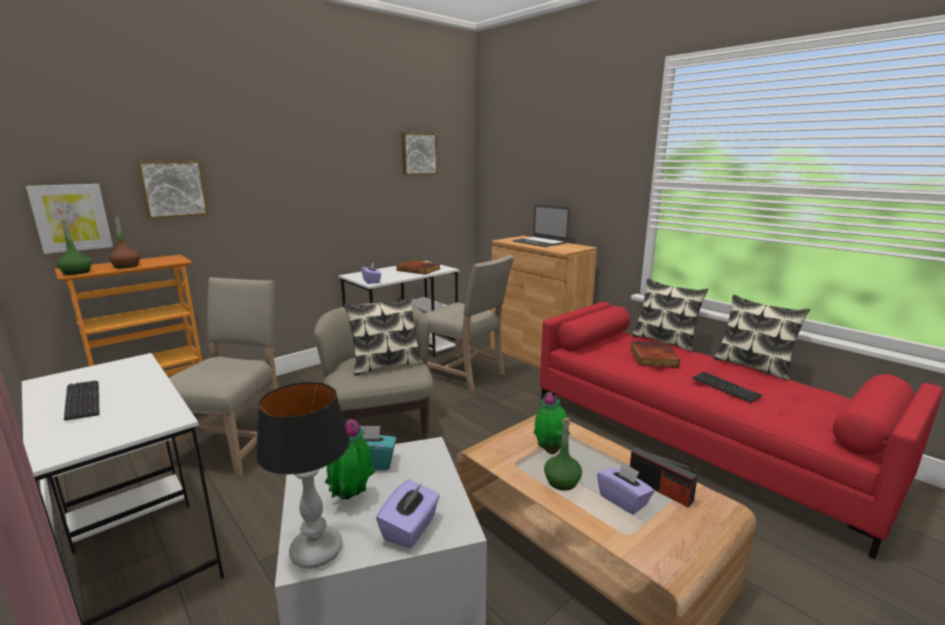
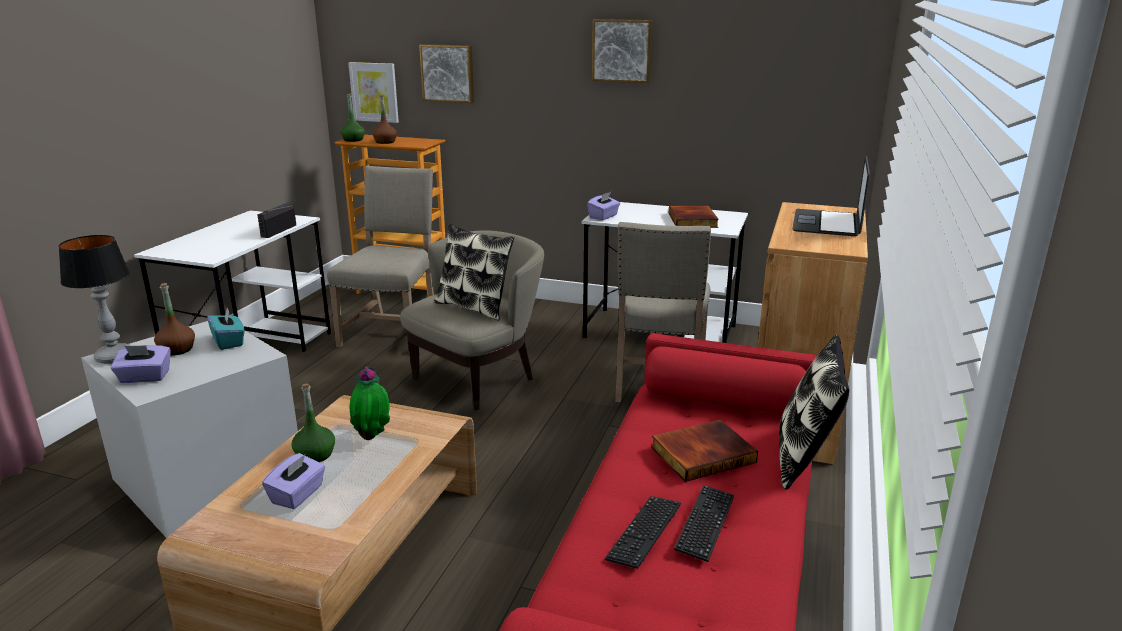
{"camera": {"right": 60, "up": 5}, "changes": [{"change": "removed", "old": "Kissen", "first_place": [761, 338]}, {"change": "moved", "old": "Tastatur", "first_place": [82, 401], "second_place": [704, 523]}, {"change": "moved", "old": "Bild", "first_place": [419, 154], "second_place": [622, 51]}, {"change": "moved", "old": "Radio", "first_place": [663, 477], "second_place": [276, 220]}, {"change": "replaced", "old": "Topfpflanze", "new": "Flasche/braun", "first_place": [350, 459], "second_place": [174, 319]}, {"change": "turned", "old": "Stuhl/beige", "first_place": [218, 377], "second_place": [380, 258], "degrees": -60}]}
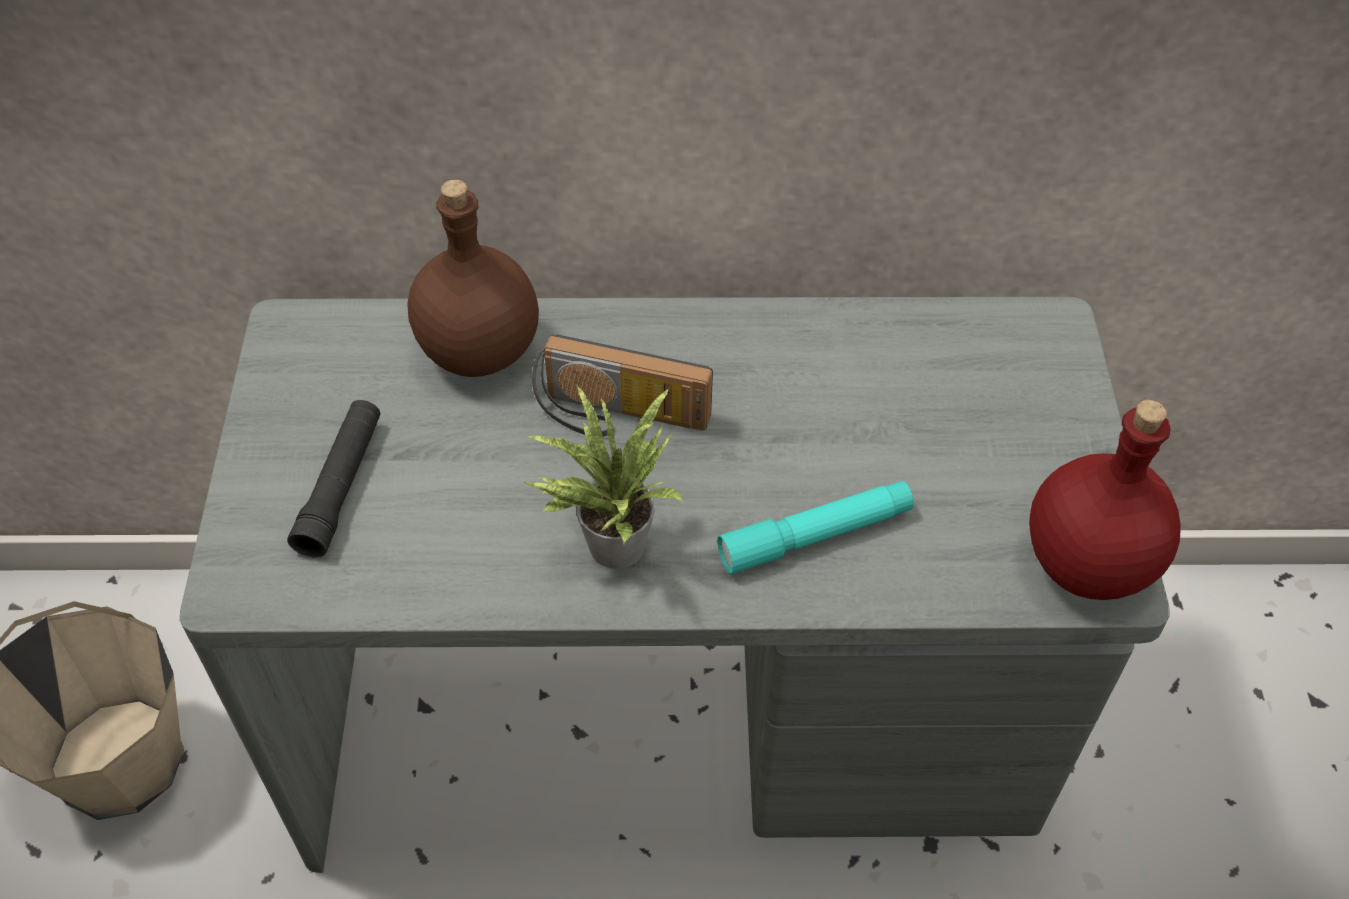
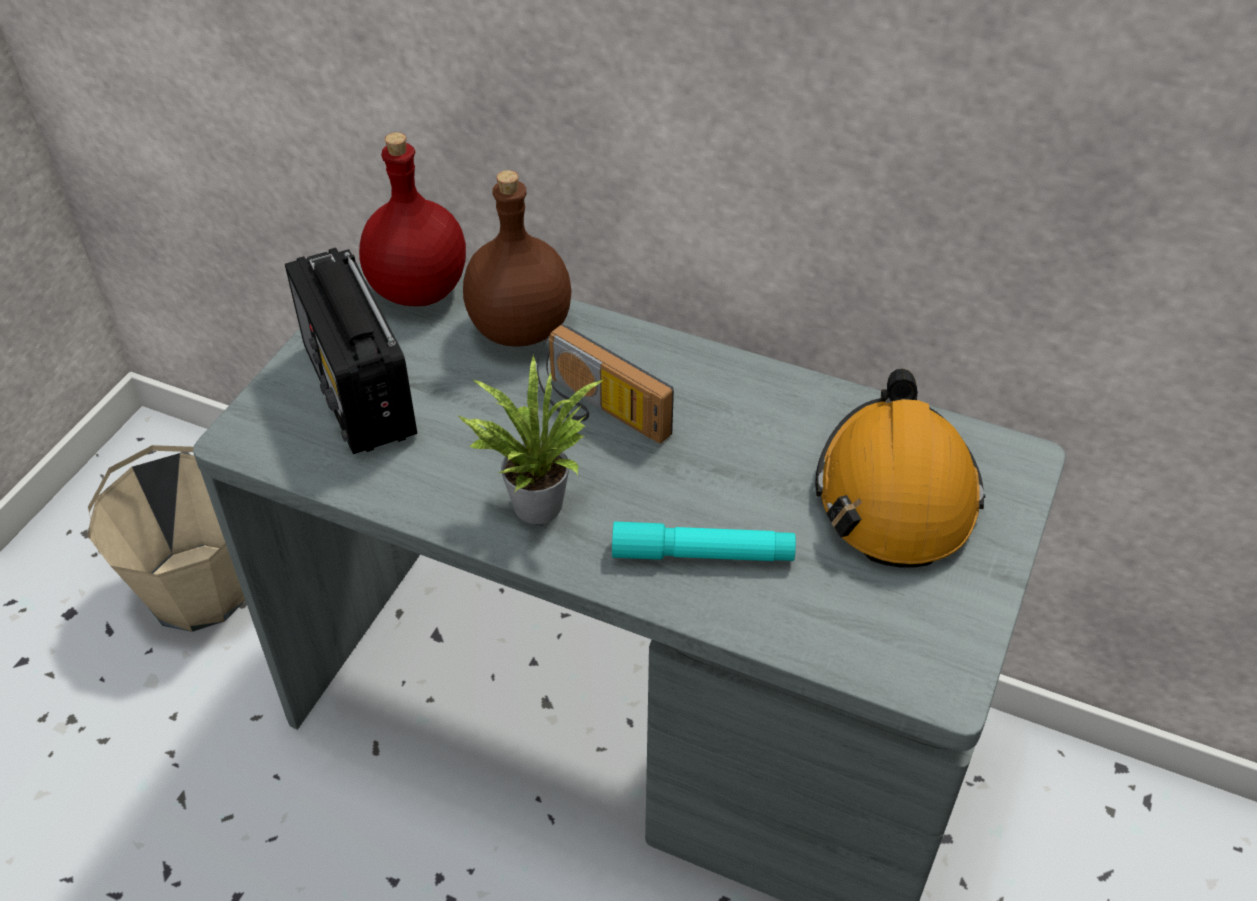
{"camera": {"right": 25, "up": -5}, "changes": [{"change": "added", "new": "Schutzhelm/orange", "second_place": [900, 467]}, {"change": "moved", "old": "Flasche/rot", "first_place": [1104, 500], "second_place": [412, 219]}, {"change": "replaced", "old": "Taschenlampe/schwarz", "new": "Radio", "first_place": [333, 479], "second_place": [351, 351]}]}
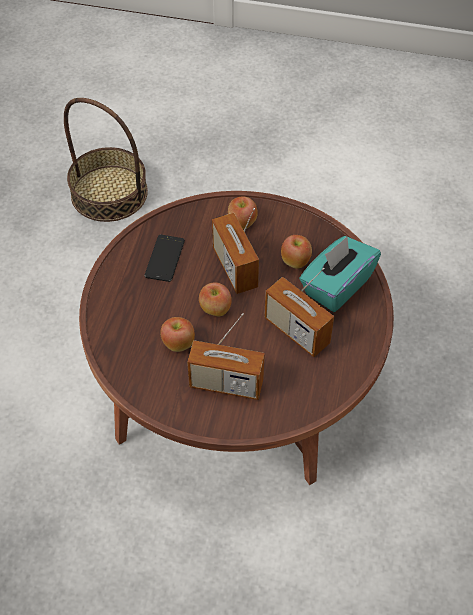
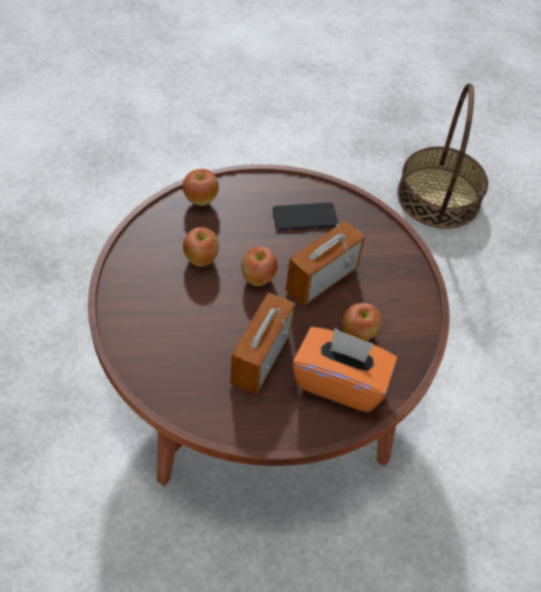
{"camera": {"right": 65, "up": 0}, "changes": [{"change": "removed", "old": "Radio", "first_place": [226, 356]}, {"change": "moved", "old": "Apfel", "first_place": [243, 212], "second_place": [201, 187]}, {"change": "recoloured", "old": "Taschentuchbox/türkis", "new": "Taschentuchbox/orange", "first_place": [340, 274], "second_place": [344, 369]}]}
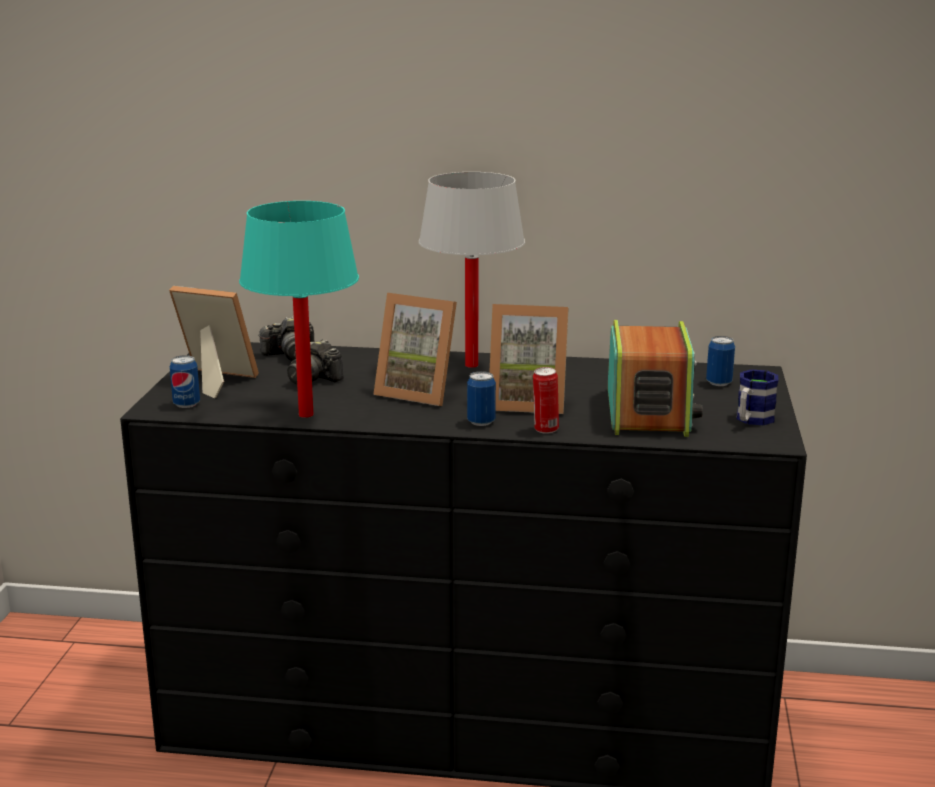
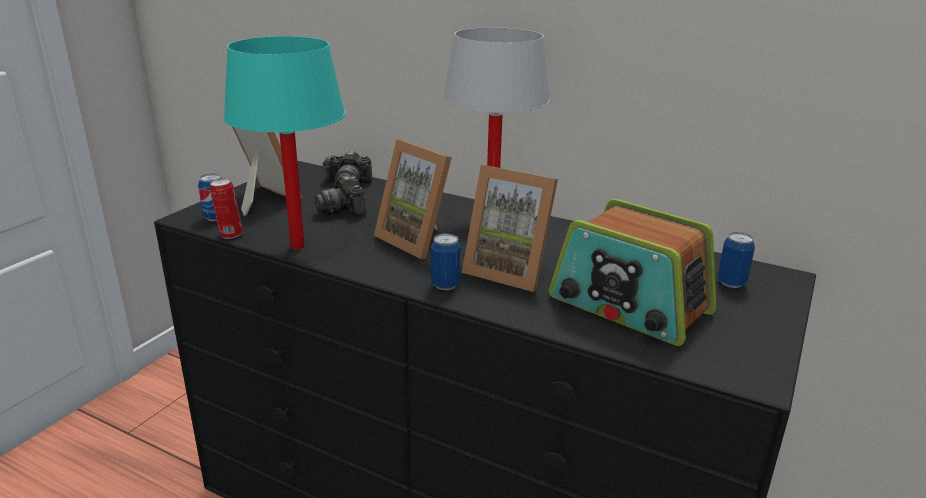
{"camera": {"right": 20, "up": 5}, "changes": [{"change": "removed", "old": "Henkelbecher", "first_place": [757, 397]}, {"change": "moved", "old": "Dose", "first_place": [546, 400], "second_place": [226, 208]}, {"change": "turned", "old": "Radio", "first_place": [655, 378], "second_place": [632, 272], "degrees": 105}]}
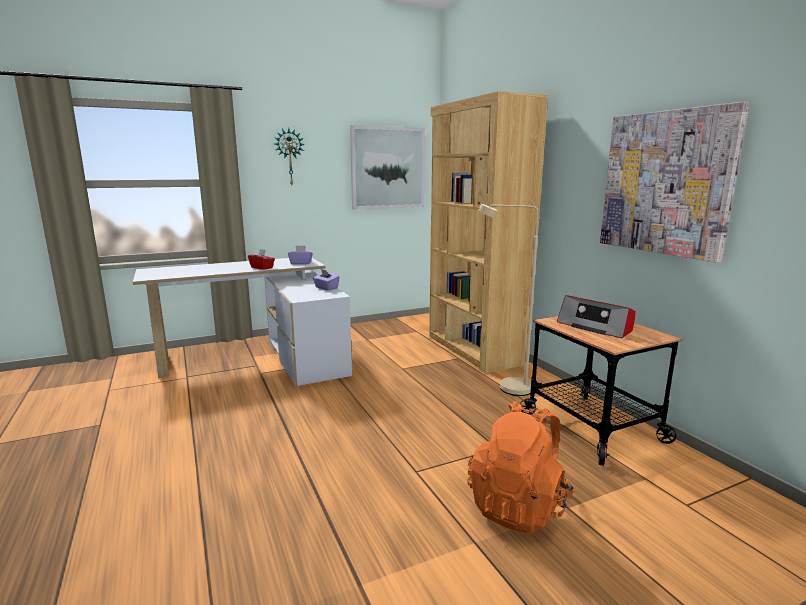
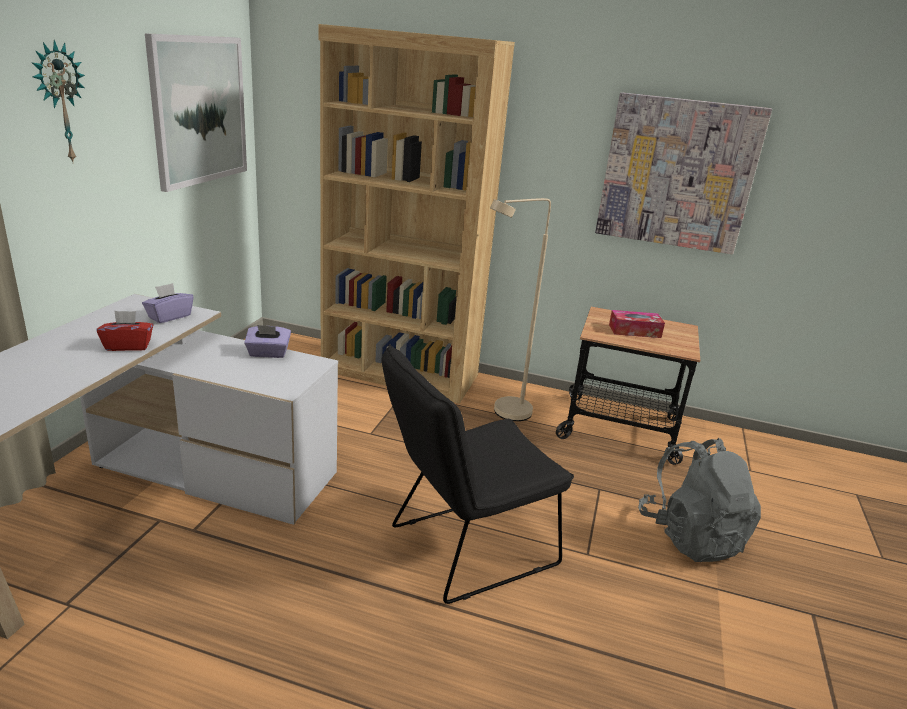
{"camera": {"right": -50, "up": 10}, "changes": [{"change": "added", "new": "Stuhl/schwarz", "second_place": [478, 474]}, {"change": "replaced", "old": "Radio", "new": "Taschentuchbox", "first_place": [596, 316], "second_place": [637, 324]}, {"change": "recoloured", "old": "Rucksack/orange", "new": "Rucksack/grau", "first_place": [521, 467], "second_place": [699, 500]}]}
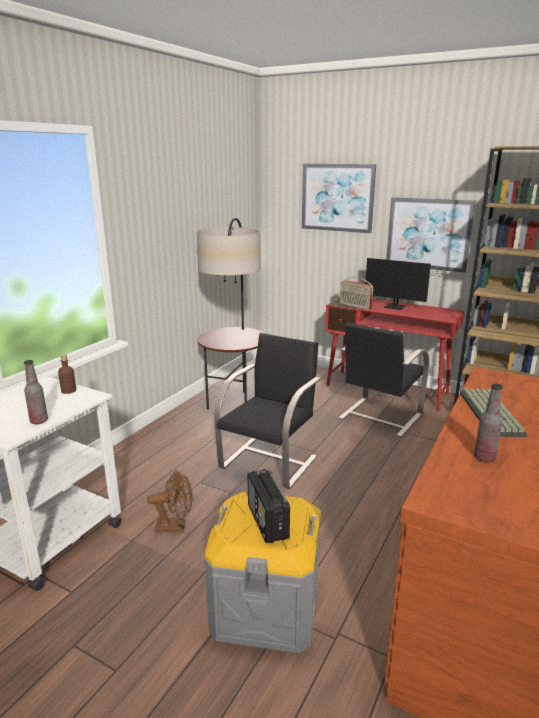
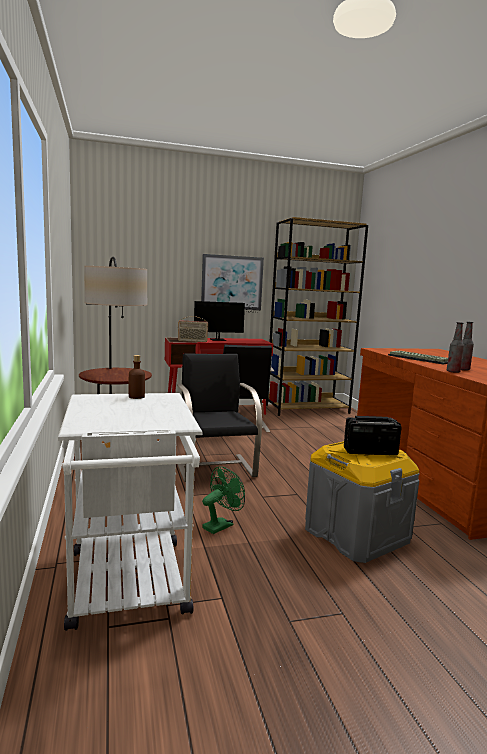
{"camera": {"right": -45, "up": -10}, "changes": [{"change": "removed", "old": "Bild", "first_place": [339, 198]}, {"change": "moved", "old": "Flasche", "first_place": [36, 392], "second_place": [455, 347]}, {"change": "recoloured", "old": "Ventilator/braun", "new": "Ventilator/grün", "first_place": [169, 501], "second_place": [223, 500]}, {"change": "turned", "old": "Radio", "first_place": [268, 506], "second_place": [373, 435], "degrees": 150}]}
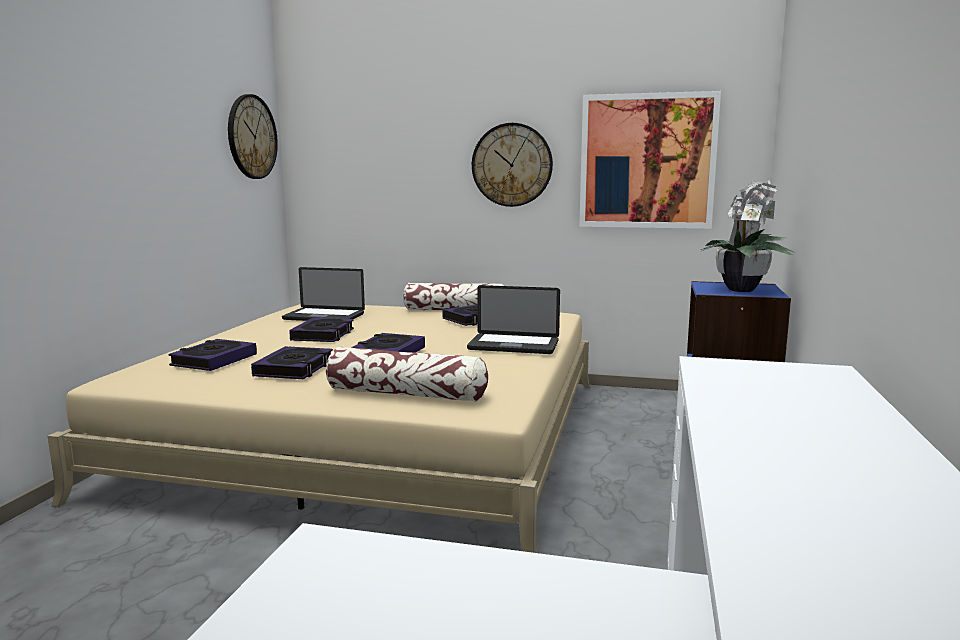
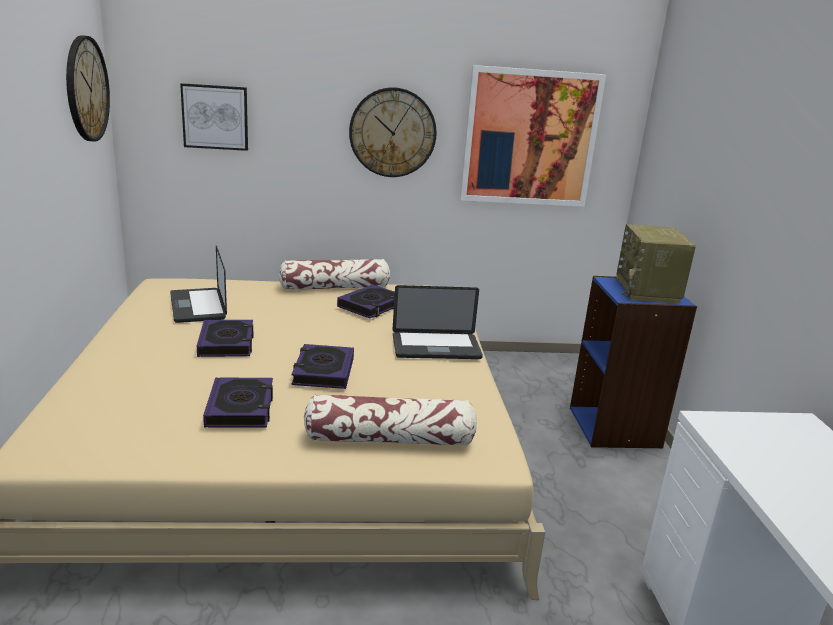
{"camera": {"right": -20, "up": 10}, "changes": [{"change": "removed", "old": "Buch", "first_place": [212, 355]}, {"change": "added", "new": "Bild", "second_place": [214, 117]}, {"change": "replaced", "old": "Topfpflanze", "new": "Radio", "first_place": [746, 235], "second_place": [656, 264]}, {"change": "turned", "old": "Laptop", "first_place": [323, 294], "second_place": [198, 284], "degrees": 75}]}
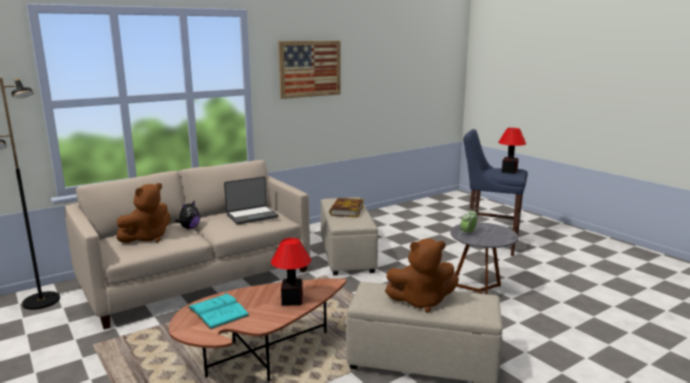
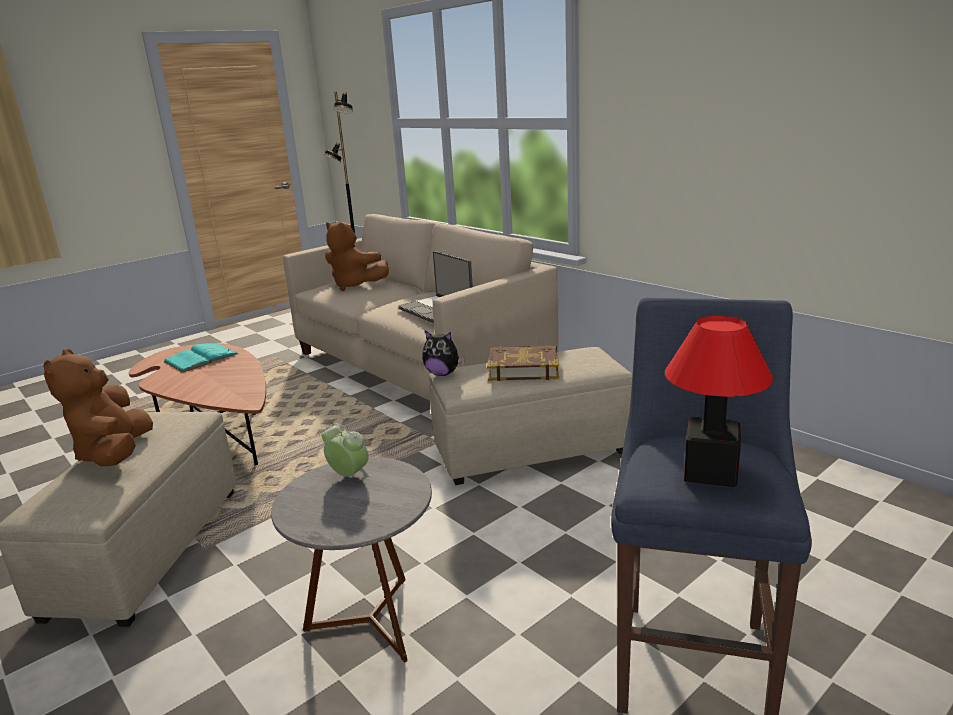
{"camera": {"right": 85, "up": 5}, "changes": [{"change": "removed", "old": "Tischlampe", "first_place": [291, 272]}, {"change": "removed", "old": "Bild", "first_place": [309, 70]}, {"change": "moved", "old": "Plüschtier", "first_place": [187, 214], "second_place": [443, 353]}]}
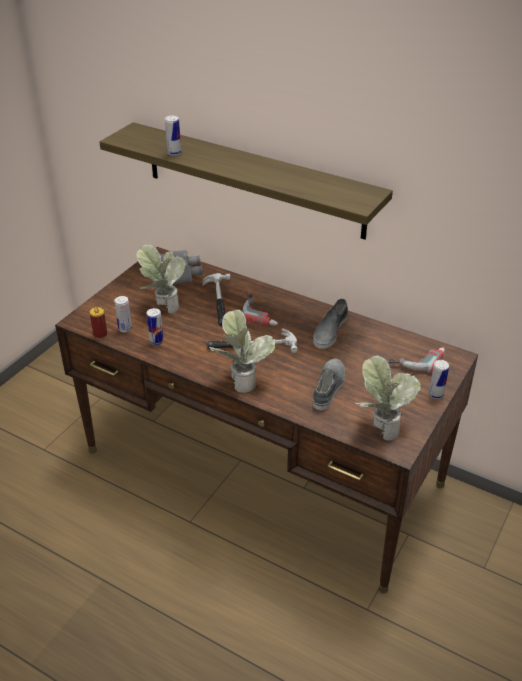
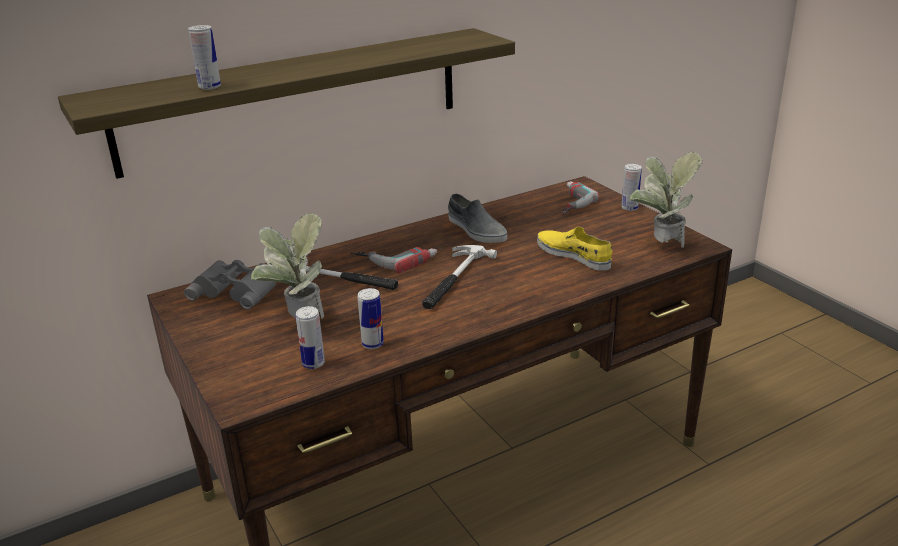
{"camera": {"right": -60, "up": -10}, "changes": [{"change": "removed", "old": "Dose", "first_place": [98, 323]}, {"change": "removed", "old": "Topfpflanze", "first_place": [242, 351]}, {"change": "recoloured", "old": "Schuh/grau", "new": "Schuh/gelb", "first_place": [329, 384], "second_place": [574, 249]}]}
